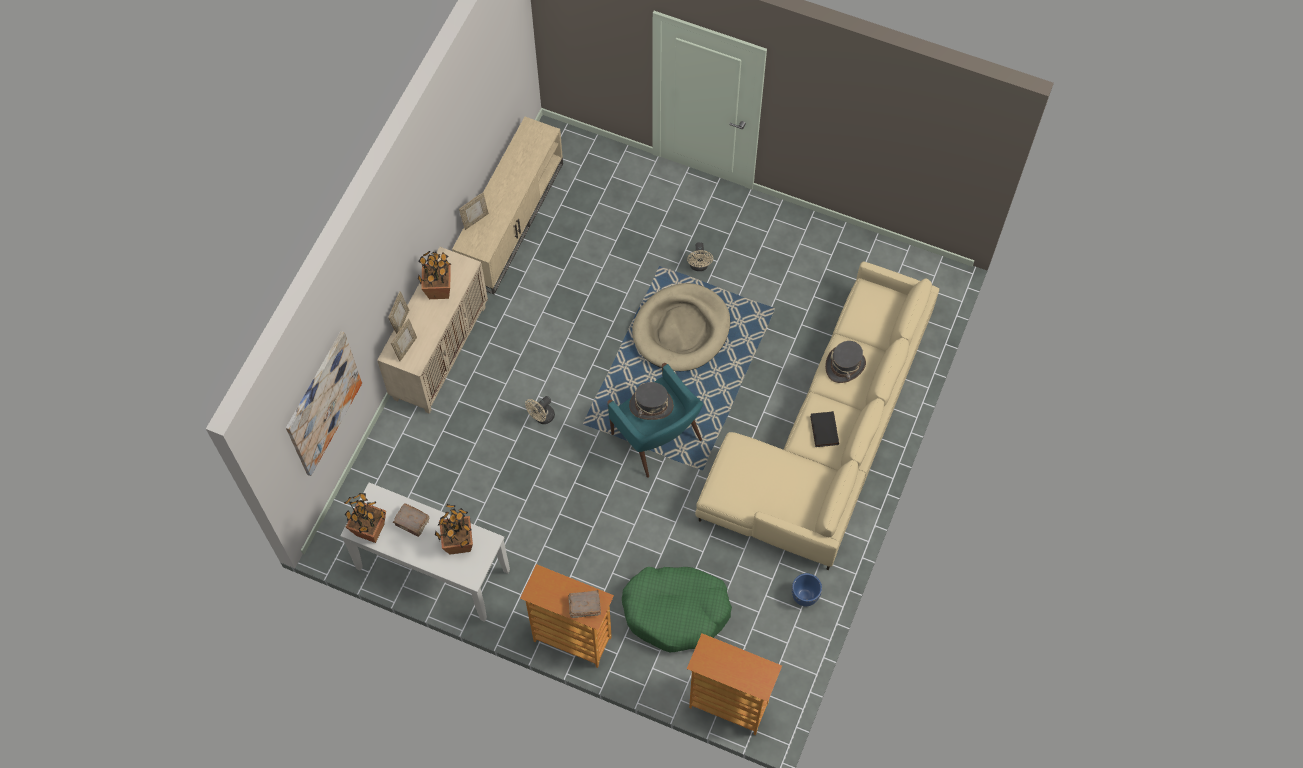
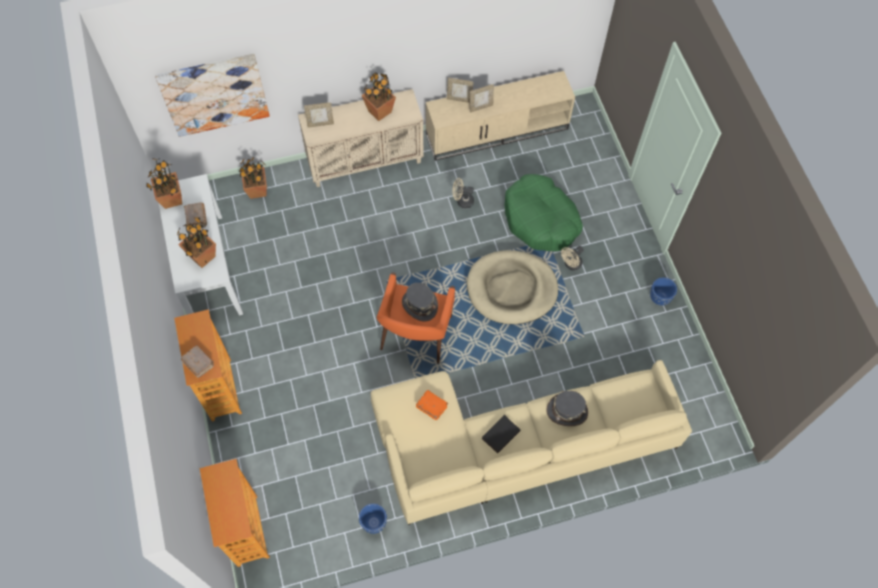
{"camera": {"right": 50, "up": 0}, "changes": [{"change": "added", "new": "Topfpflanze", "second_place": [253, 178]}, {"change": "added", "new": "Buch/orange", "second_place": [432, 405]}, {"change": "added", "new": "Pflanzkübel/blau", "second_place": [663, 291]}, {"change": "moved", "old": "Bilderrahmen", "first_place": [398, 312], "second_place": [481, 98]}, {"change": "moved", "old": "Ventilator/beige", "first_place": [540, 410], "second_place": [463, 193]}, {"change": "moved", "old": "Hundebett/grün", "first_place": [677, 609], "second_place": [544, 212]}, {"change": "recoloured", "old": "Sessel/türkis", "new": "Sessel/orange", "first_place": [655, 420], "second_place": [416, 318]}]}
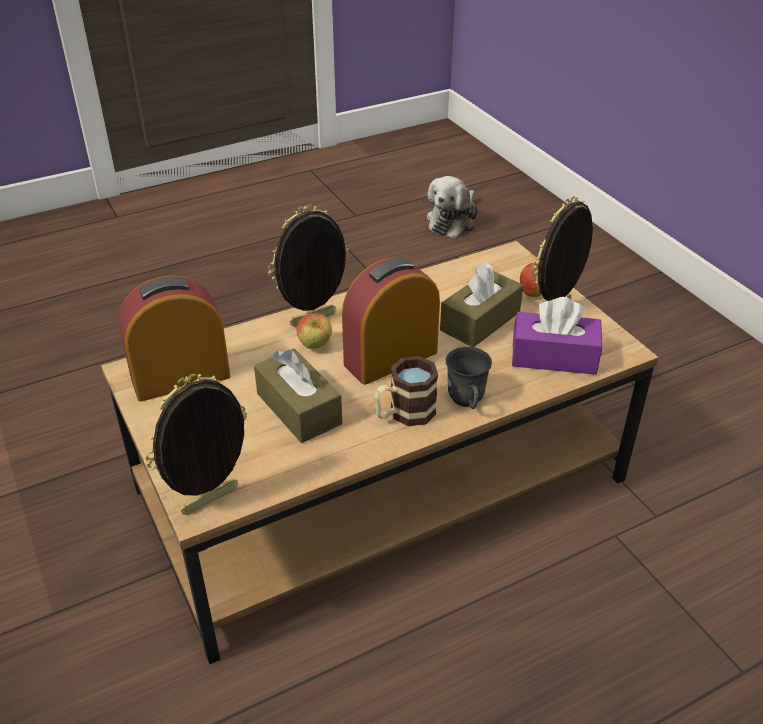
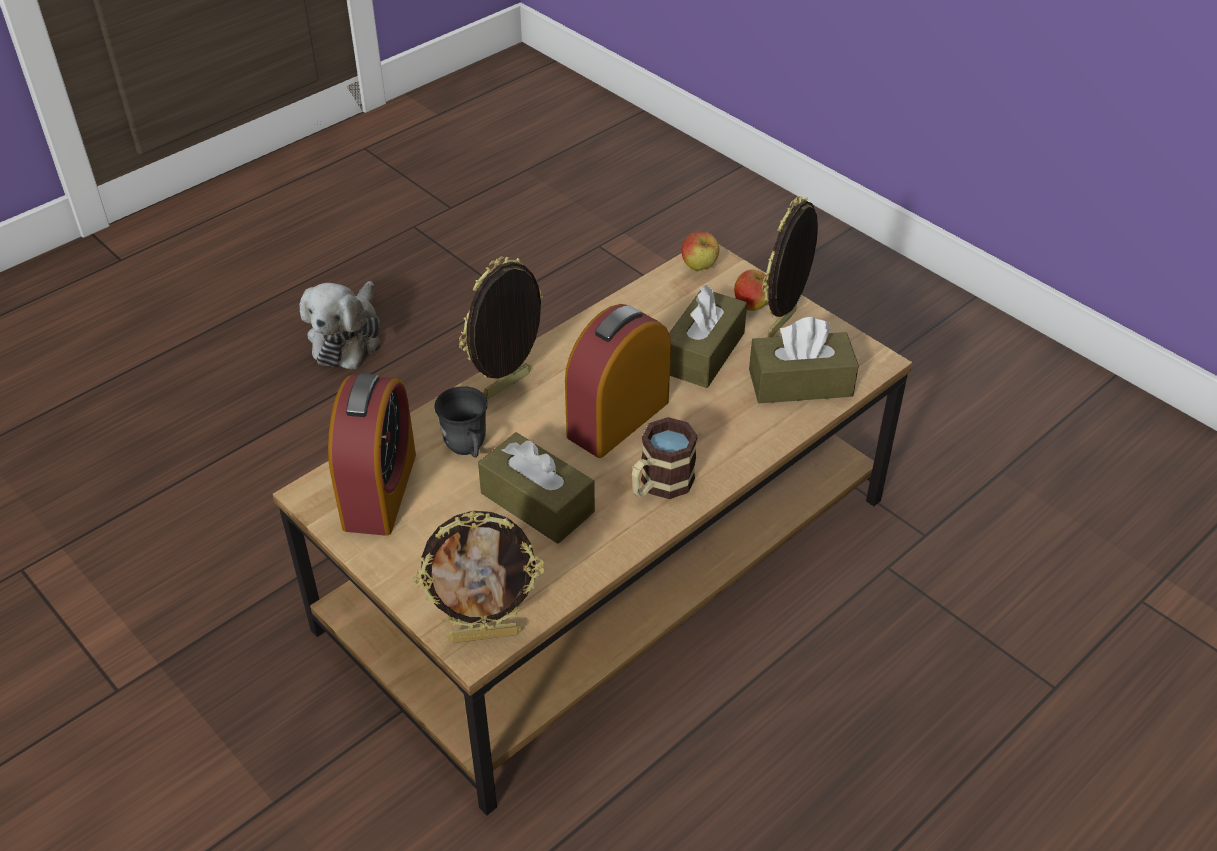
{"camera": {"right": -15, "up": 5}, "changes": [{"change": "moved", "old": "Apfel", "first_place": [314, 331], "second_place": [700, 251]}, {"change": "moved", "old": "Plüschtier", "first_place": [453, 207], "second_place": [340, 325]}, {"change": "moved", "old": "Henkelbecher/grau", "first_place": [469, 378], "second_place": [461, 421]}, {"change": "recoloured", "old": "Taschentuchbox/lila", "new": "Taschentuchbox/braun", "first_place": [557, 336], "second_place": [804, 360]}, {"change": "turned", "old": "Wecker", "first_place": [174, 338], "second_place": [372, 454], "degrees": 135}, {"change": "turned", "old": "Bilderrahmen", "first_place": [196, 444], "second_place": [478, 577], "degrees": -135}]}
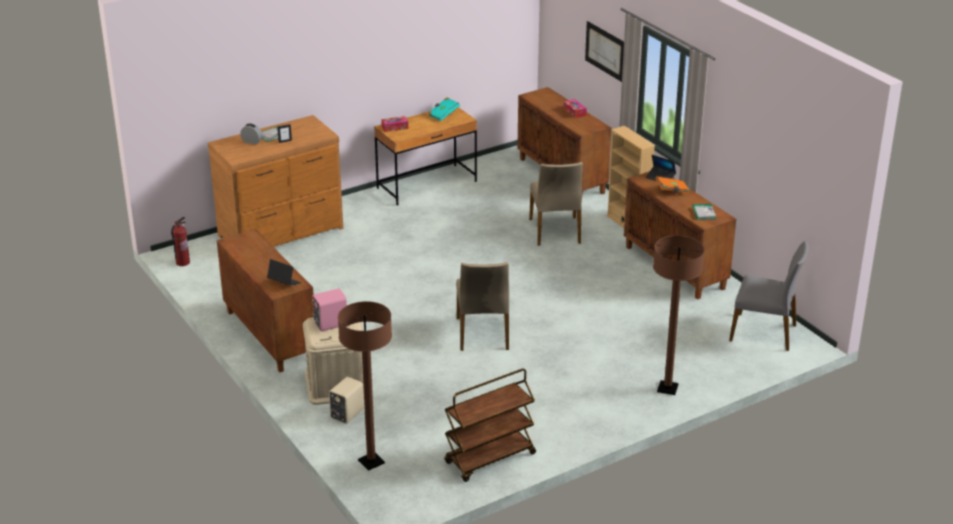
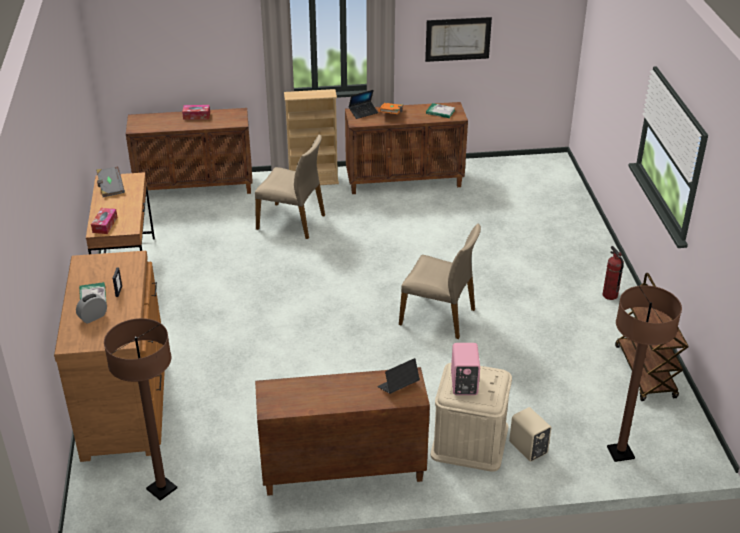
{"camera": {"right": -65, "up": 5}, "changes": [{"change": "removed", "old": "Stuhl/grau", "first_place": [769, 296]}, {"change": "moved", "old": "Feuerlöscher", "first_place": [180, 241], "second_place": [613, 273]}, {"change": "moved", "old": "Bild", "first_place": [604, 51], "second_place": [458, 39]}, {"change": "moved", "old": "Stehlampe/braun", "first_place": [679, 315], "second_place": [140, 409]}, {"change": "recoloured", "old": "Buch/türkis", "new": "Buch/grau", "first_place": [444, 109], "second_place": [110, 181]}]}
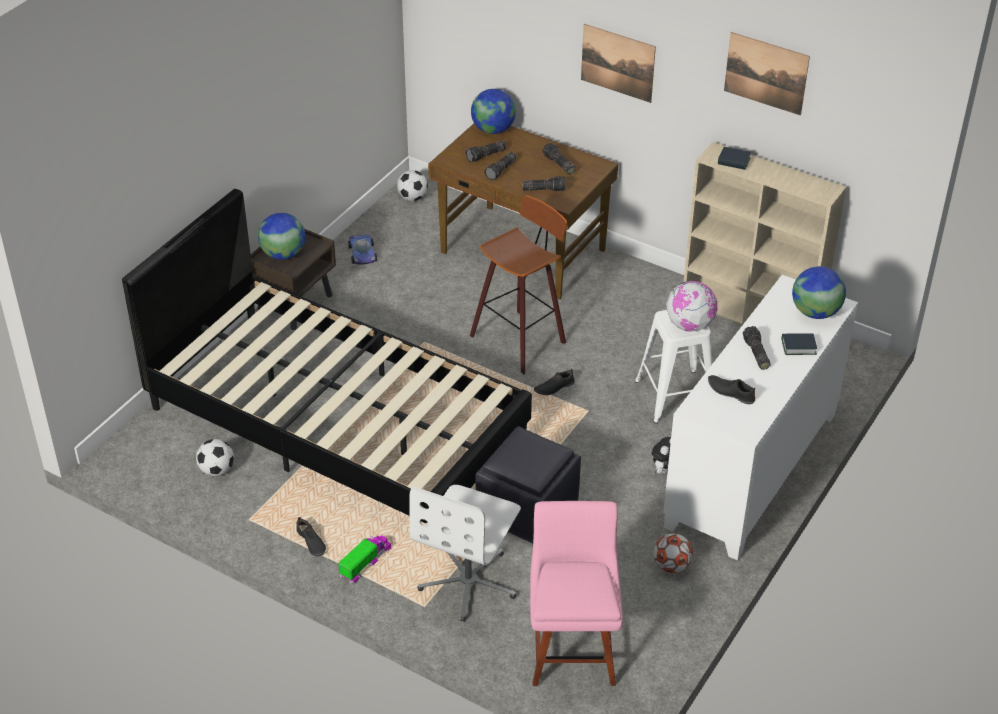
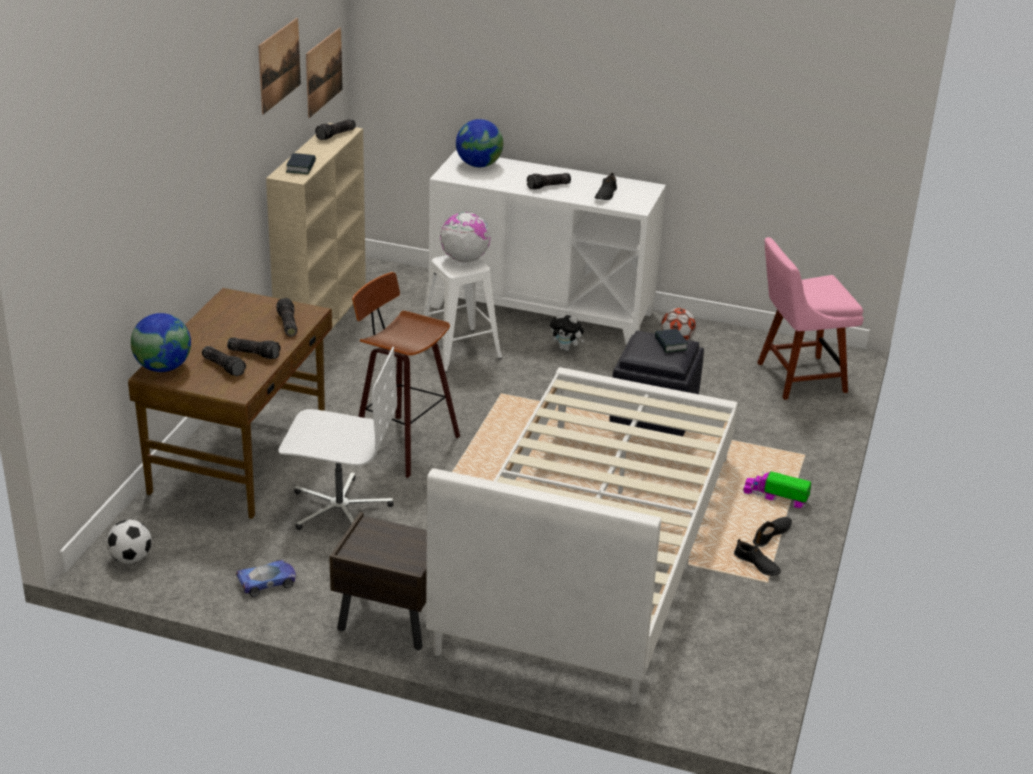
{"camera": {"right": -105, "up": -10}, "changes": [{"change": "removed", "old": "Fußball", "first_place": [215, 457]}, {"change": "removed", "old": "Globus", "first_place": [281, 236]}, {"change": "moved", "old": "Bürostuhl/weiß", "first_place": [465, 553], "second_place": [337, 438]}, {"change": "moved", "old": "Schuh/schwarz", "first_place": [554, 382], "second_place": [757, 557]}, {"change": "moved", "old": "Taschenlampe", "first_place": [559, 159], "second_place": [335, 129]}, {"change": "moved", "old": "Bild", "first_place": [618, 63], "second_place": [324, 73]}, {"change": "moved", "old": "Buch", "first_place": [799, 344], "second_place": [671, 341]}, {"change": "recoloured", "old": "Bett/schwarz", "new": "Bett/weiß", "first_place": [327, 356], "second_place": [582, 535]}]}
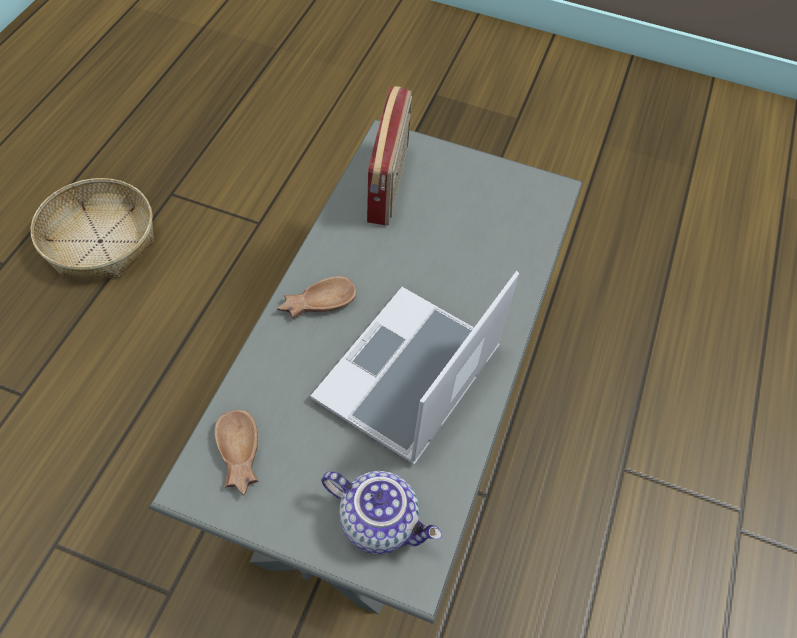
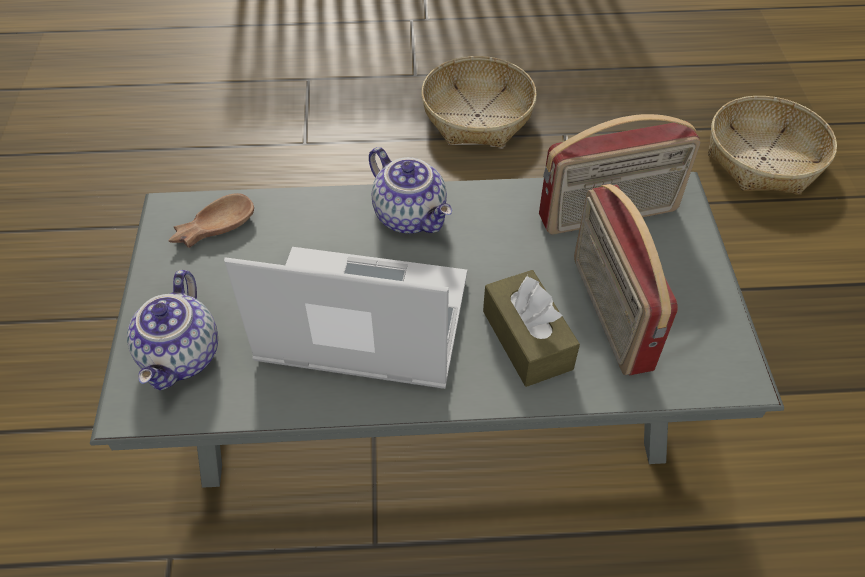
{"camera": {"right": 70, "up": -5}, "changes": [{"change": "added", "new": "Taschentuchbox/braun", "second_place": [531, 328]}, {"change": "added", "new": "Radio", "second_place": [626, 279]}, {"change": "added", "new": "Korb", "second_place": [772, 145]}, {"change": "replaced", "old": "Schüssel/braun", "new": "Teekanne", "first_place": [316, 297], "second_place": [410, 190]}]}
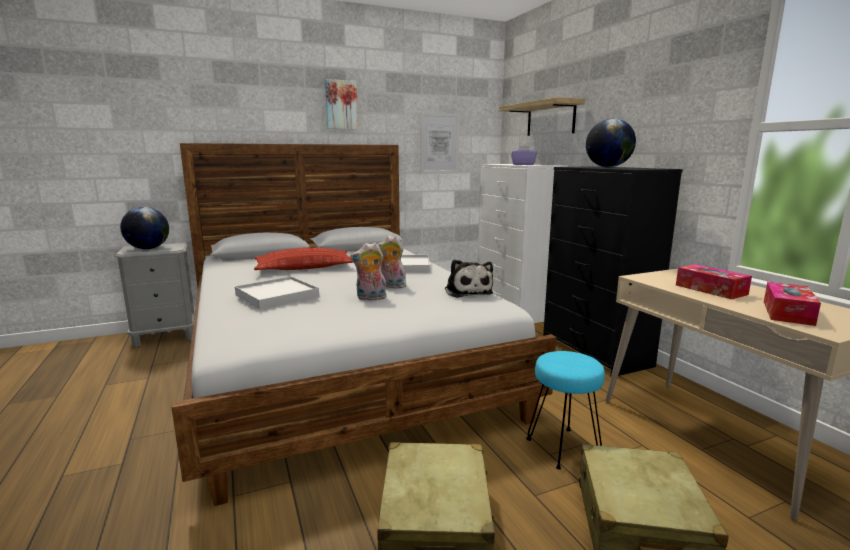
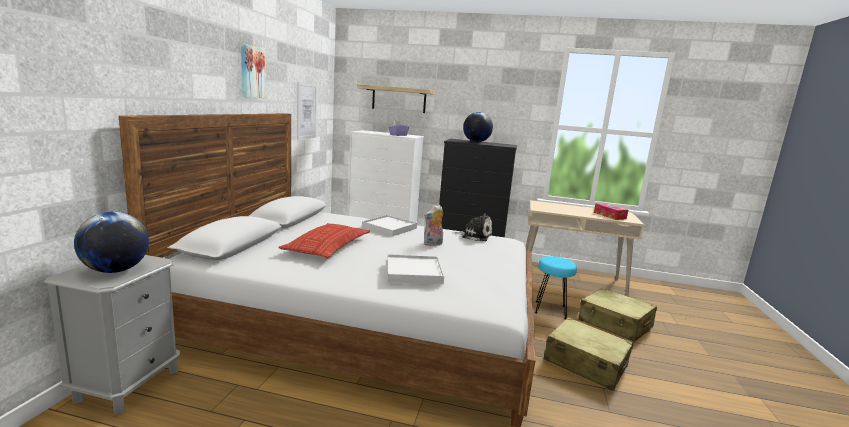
{"camera": {"right": -55, "up": 0}, "changes": [{"change": "removed", "old": "Plüschtier", "first_place": [368, 271]}, {"change": "removed", "old": "Taschentuchbox", "first_place": [714, 281]}]}
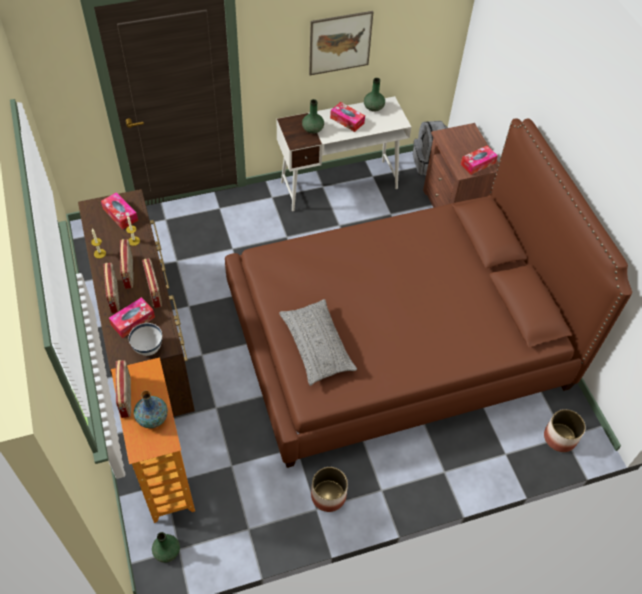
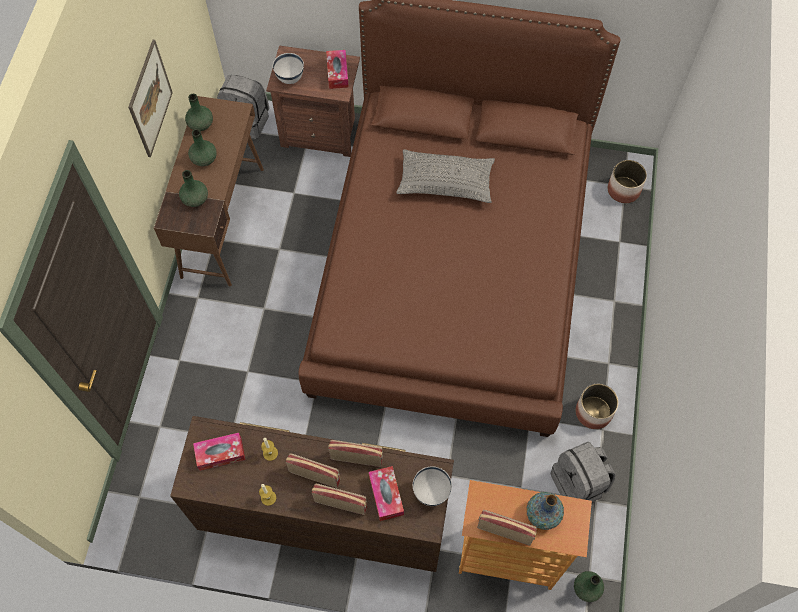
{"camera": {"right": -60, "up": 10}, "changes": [{"change": "added", "new": "Schüssel/weiß", "second_place": [288, 68]}, {"change": "added", "new": "Rucksack/grau", "second_place": [583, 472]}, {"change": "moved", "old": "Kissen/grau", "first_place": [318, 342], "second_place": [445, 176]}, {"change": "replaced", "old": "Taschentuchbox", "new": "Vase/grün", "first_place": [347, 117], "second_place": [202, 147]}, {"change": "recoloured", "old": "Schreibtisch/weiß", "new": "Schreibtisch/braun", "first_place": [344, 153], "second_place": [209, 191]}]}
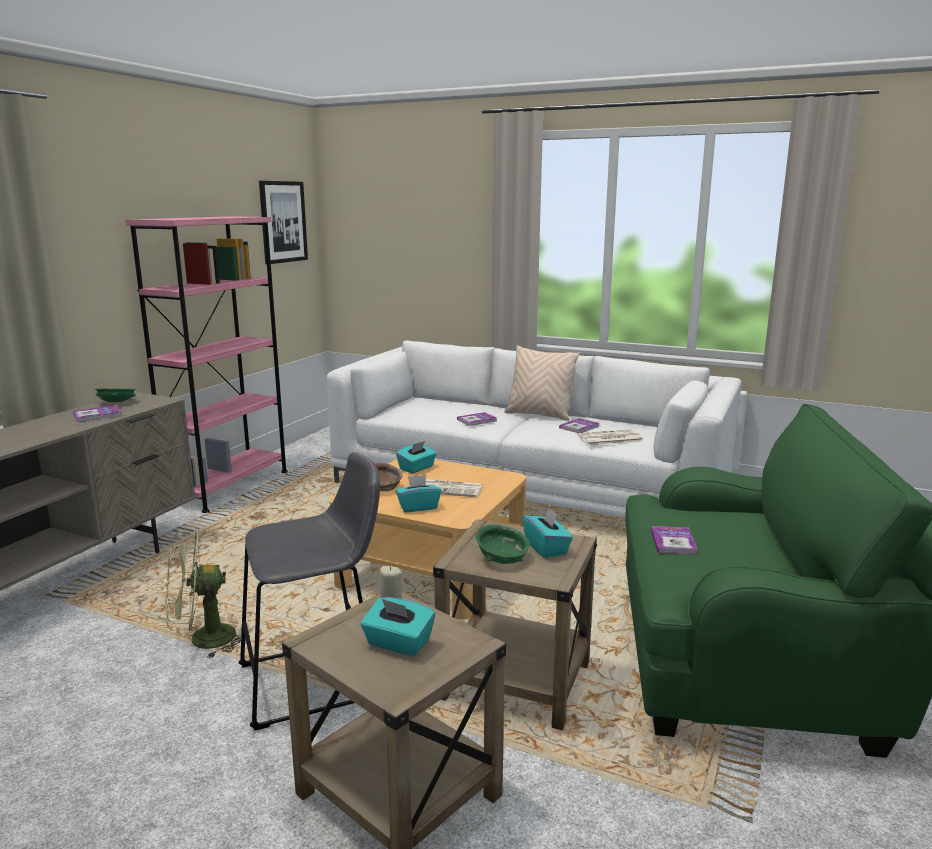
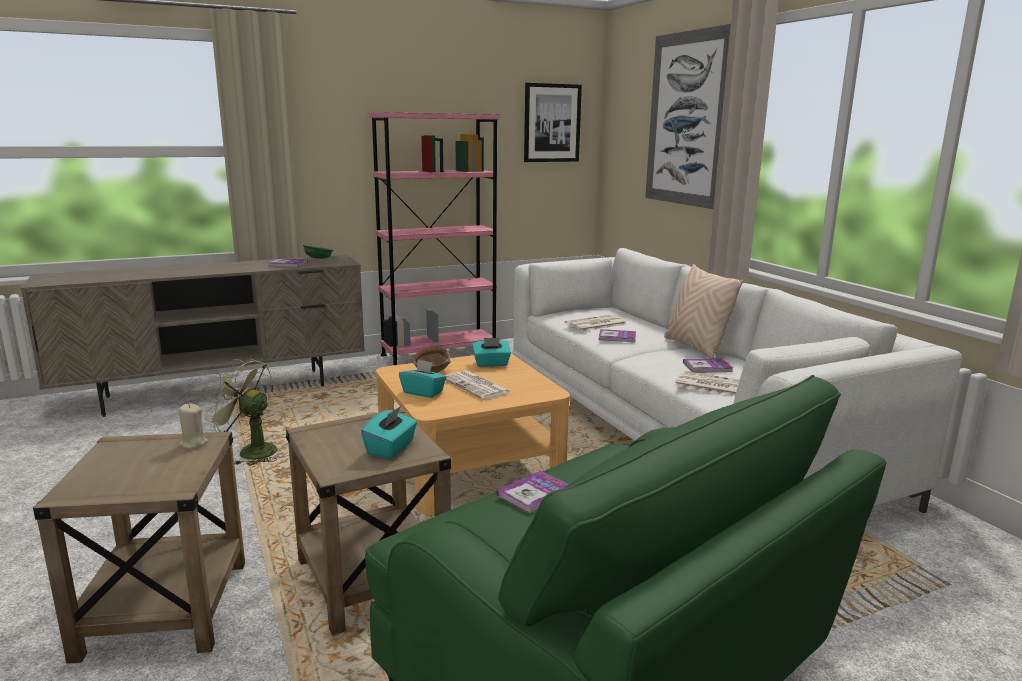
{"camera": {"right": 40, "up": 0}, "changes": [{"change": "removed", "old": "Hocker/grau", "first_place": [309, 591]}, {"change": "removed", "old": "Taschentuchbox/türkis", "first_place": [398, 626]}, {"change": "removed", "old": "Schüssel/grün", "first_place": [503, 544]}, {"change": "added", "new": "Zeitung", "second_place": [595, 323]}, {"change": "added", "new": "Bild", "second_place": [688, 116]}]}
